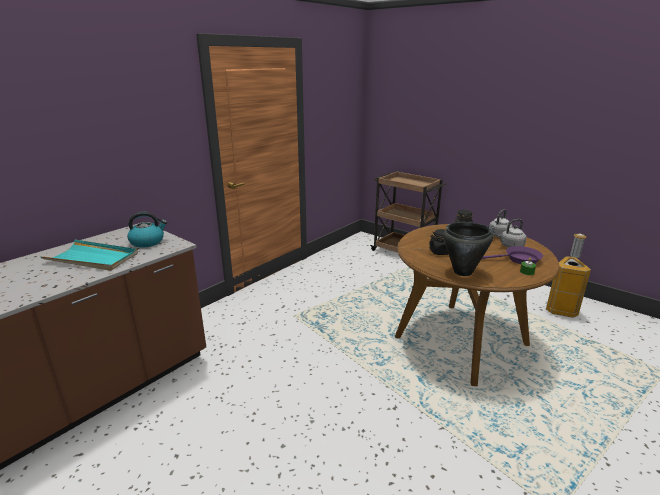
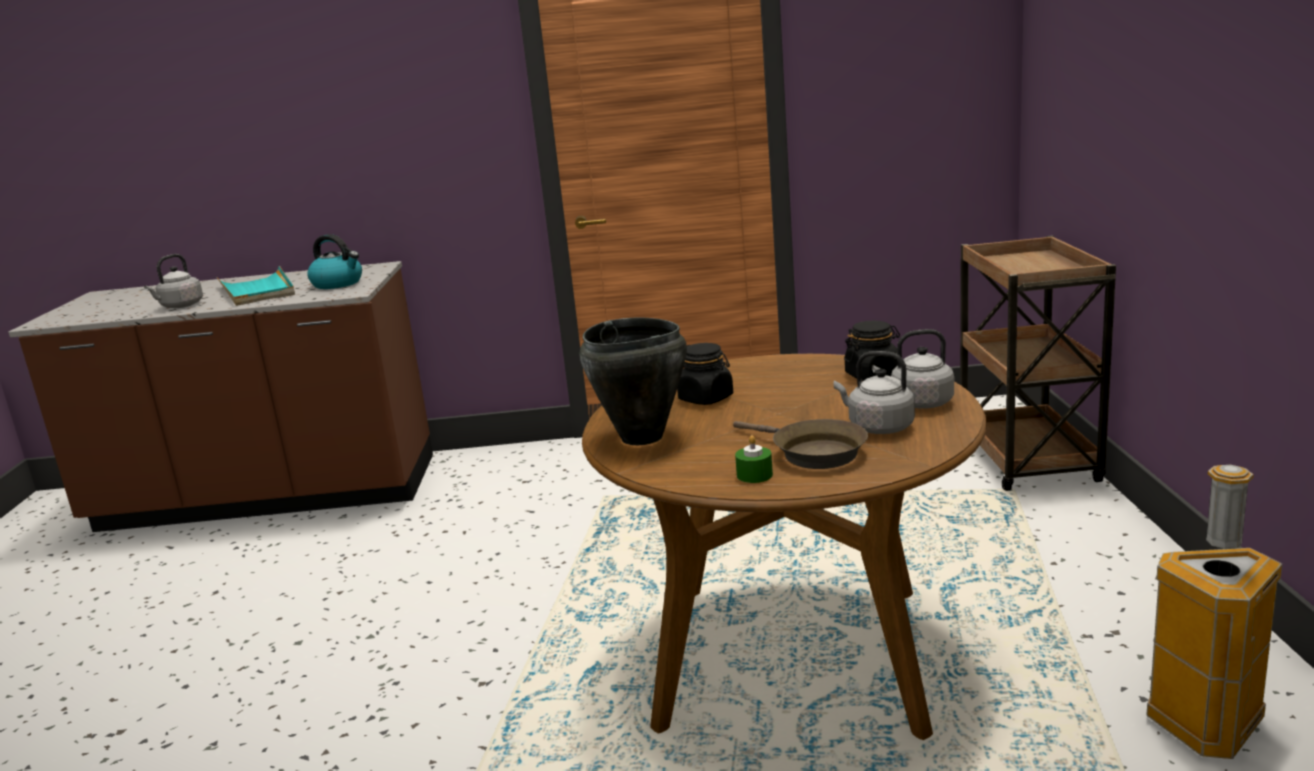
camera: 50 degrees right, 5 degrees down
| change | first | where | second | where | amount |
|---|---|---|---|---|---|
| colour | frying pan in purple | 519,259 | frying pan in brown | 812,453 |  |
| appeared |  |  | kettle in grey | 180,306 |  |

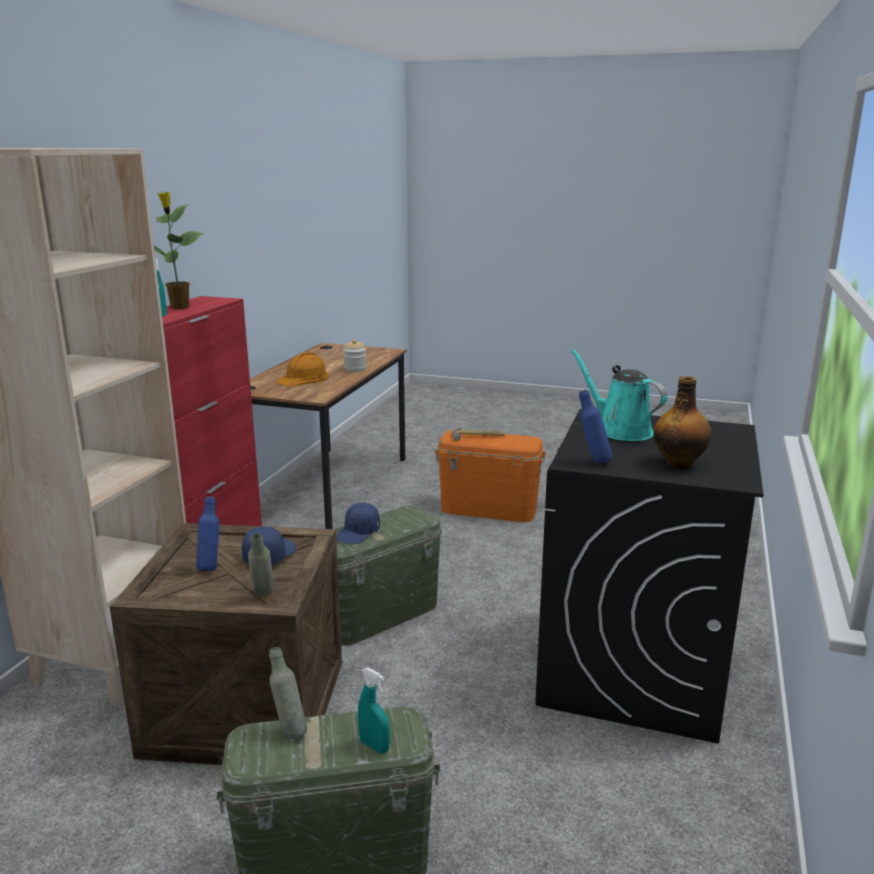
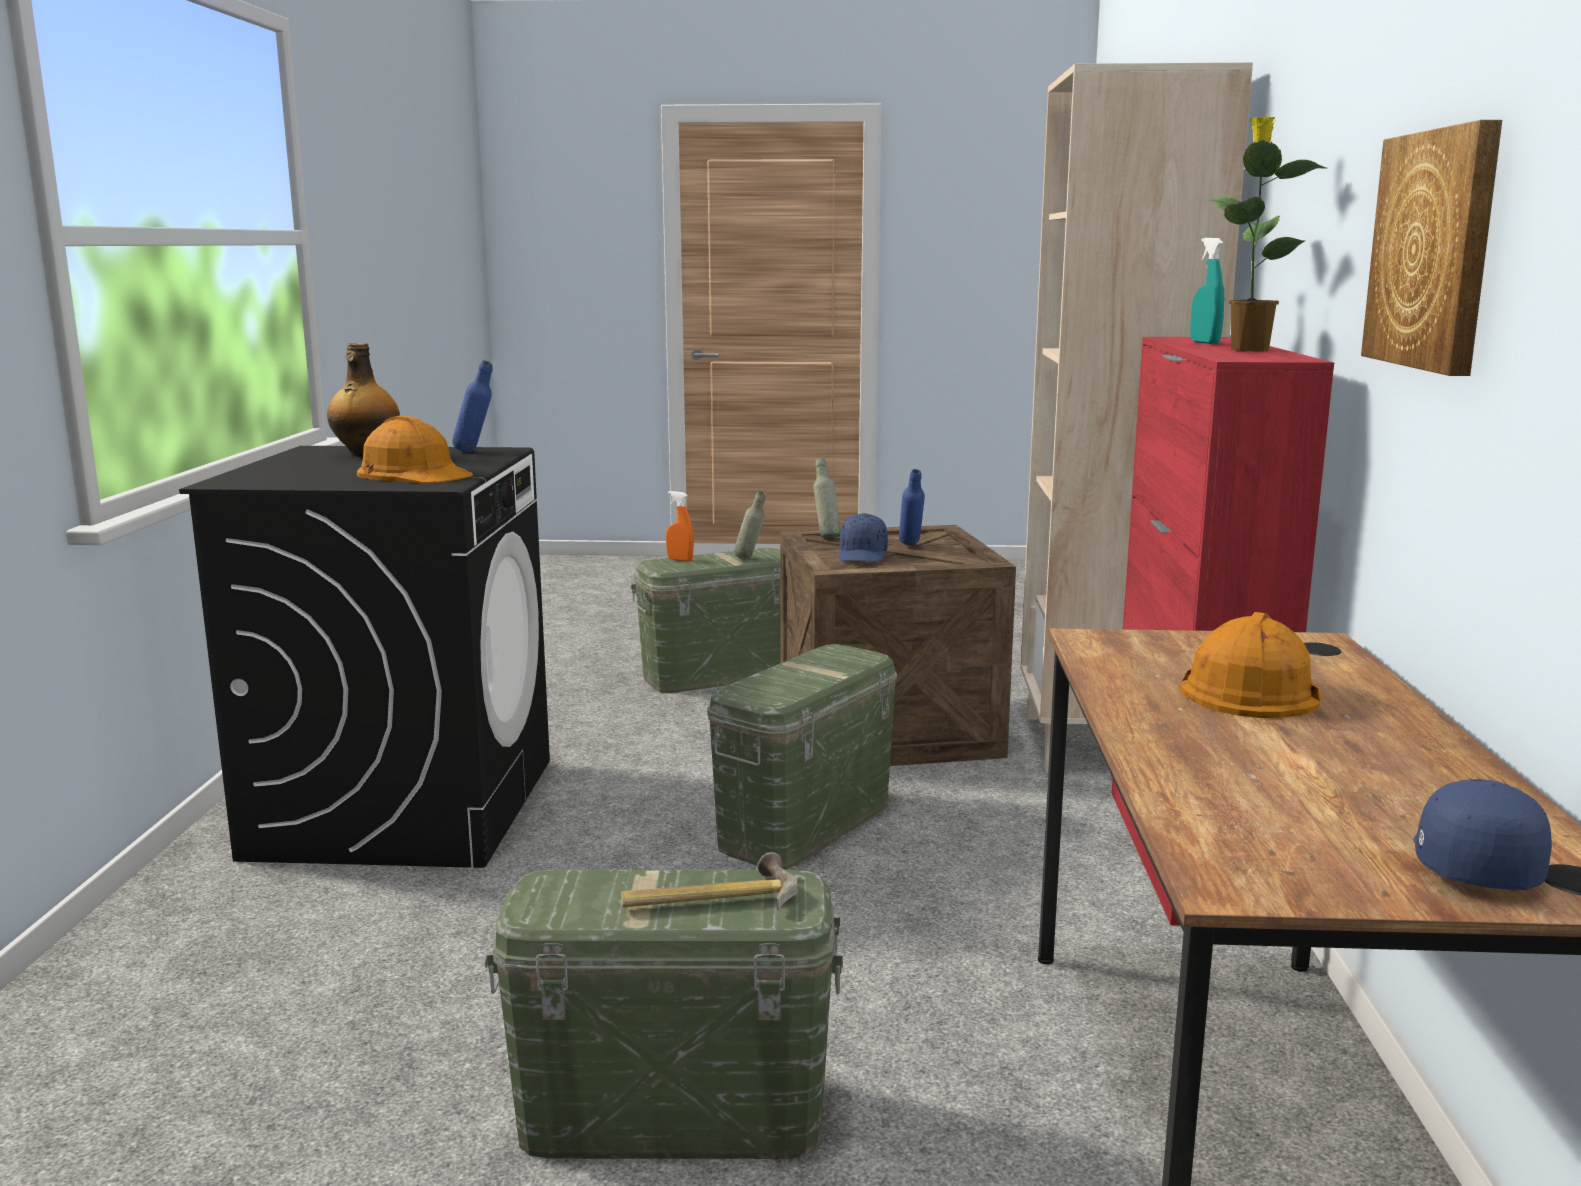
camera: 165 degrees right, 5 degrees down
| change | first | where | second | where | amount |
|---|---|---|---|---|---|
| relocated | cap in blue | 358,533 |  | 1471,863 |  |
| missing | jar | 355,369 |  |  |  |
| colour | spray bottle in turquoise | 374,746 | spray bottle in orange | 680,560 |  |
| colour | storage box in orange | 489,509 | storage box in green | 671,1115 |  |
| exchanged | watering can in turquoise | 620,430 | hard hat in orange | 414,473 |  |
| appeared |  |  | picture | 1435,250 |  |

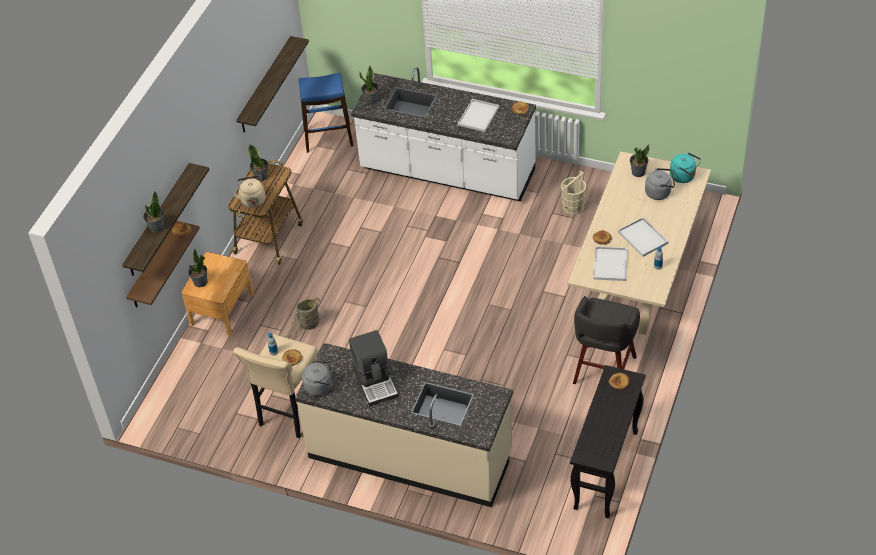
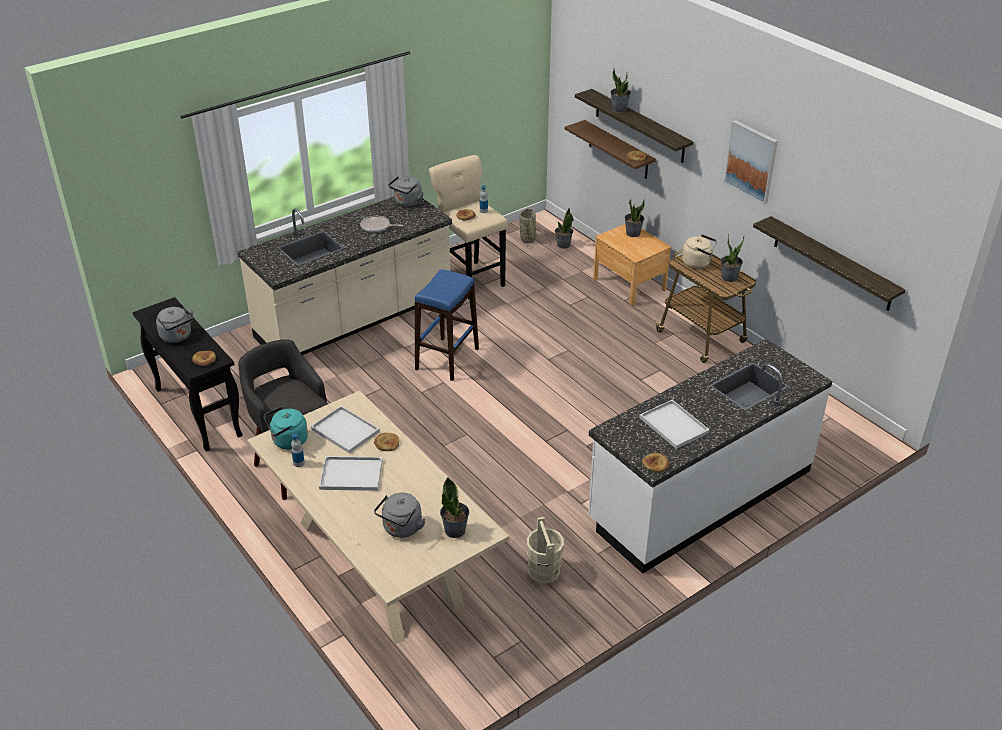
camera: 120 degrees right, 10 degrees down
| change | first | where | second | where | amount |
|---|---|---|---|---|---|
| relocated | basket | 308,325 |  | 527,238 |  |
| relocated | stool in blue | 328,138 |  | 447,359 |  |
| exchanged | coffee machine | 376,381 | frying pan | 377,227 |  |
| relocated | potted plant | 371,100 |  | 563,245 |  |
| relocated | kettle in turquoise | 684,176 |  | 288,442 |  |
| appeared |  |  | kettle in grey | 177,337 |  |
| appeared |  |  | picture | 751,161 |  |

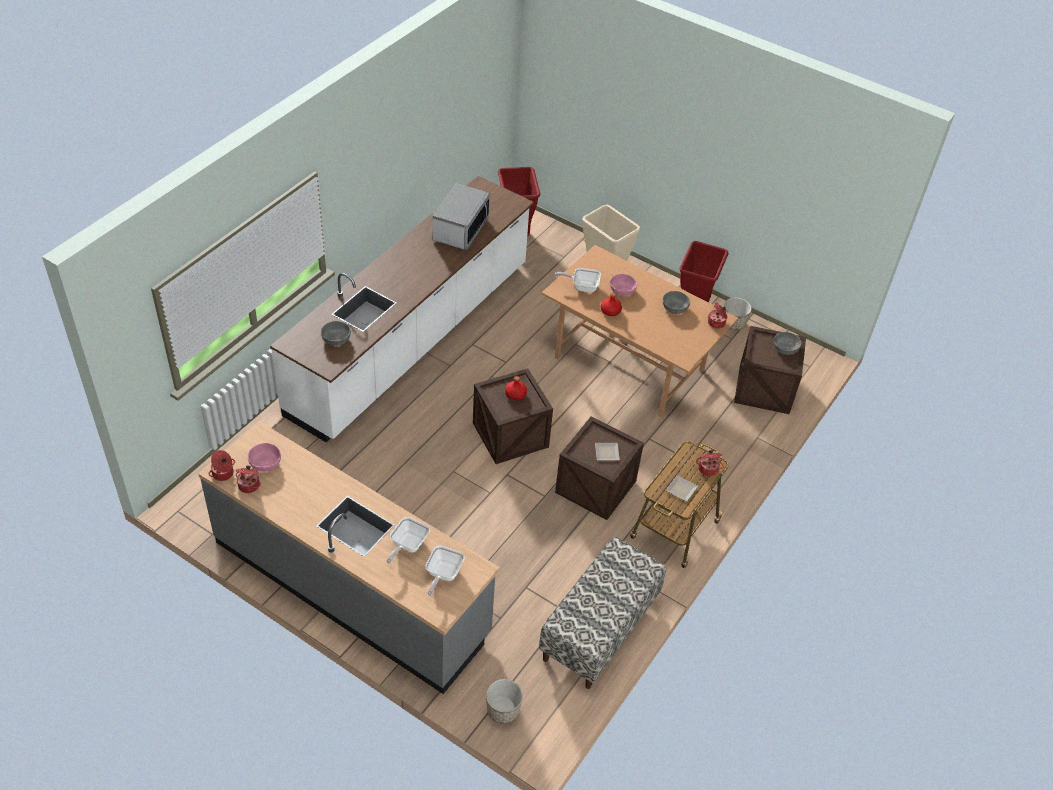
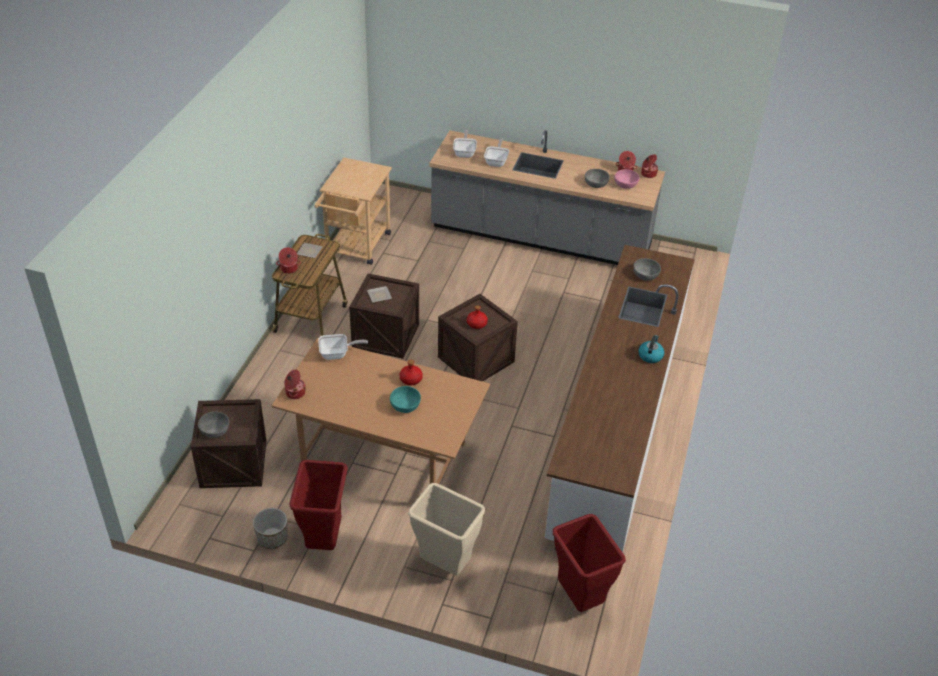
camera: 165 degrees right, 5 degrees down
| change | first | where | second | where | amount |
|---|---|---|---|---|---|
| missing | microwave | 460,230 |  |  |  |
| missing | planter | 503,710 |  |  |  |
| exchanged | bench | 599,630 | cart in beige | 356,248 |  |
| relocated | frying pan | 582,286 |  | 337,354 |  |
| colour | bowl in pink | 622,290 | bowl in turquoise | 405,405 |  |
| relocated | bowl in grey | 674,308 |  | 596,184 |  |
| appeared |  |  | kettle | 650,355 |  |

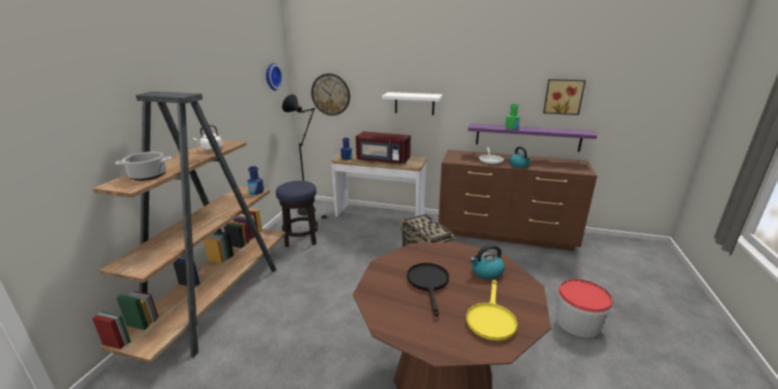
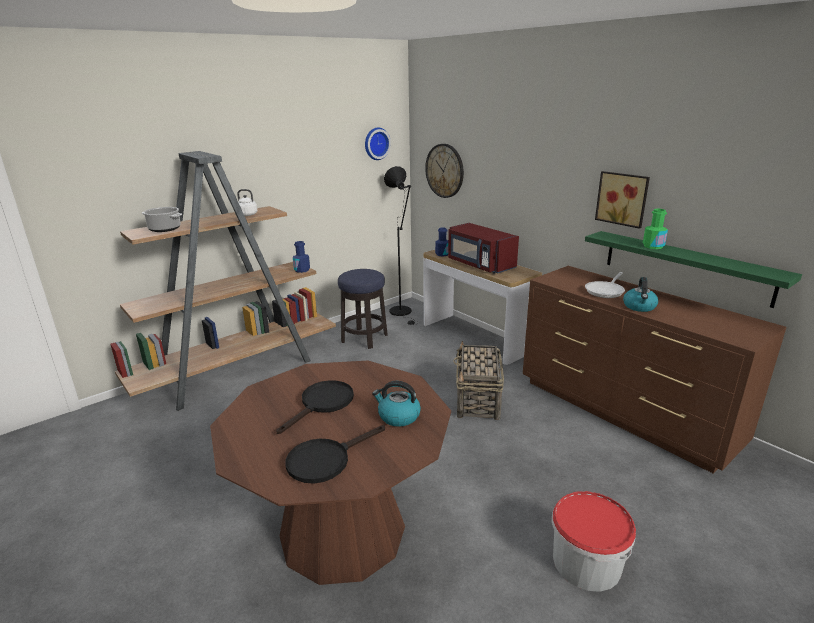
camera: 35 degrees right, 0 degrees up
| change | first | where | second | where | amount |
|---|---|---|---|---|---|
| missing | shelf in white | 414,103 |  |  |  |
| colour | frying pan in yellow | 490,318 | frying pan in black | 325,460 |  |
| colour | shelf in purple | 527,137 | shelf in green | 685,266 |  |
| relocated | picture | 563,96 |  | 622,198 |  |

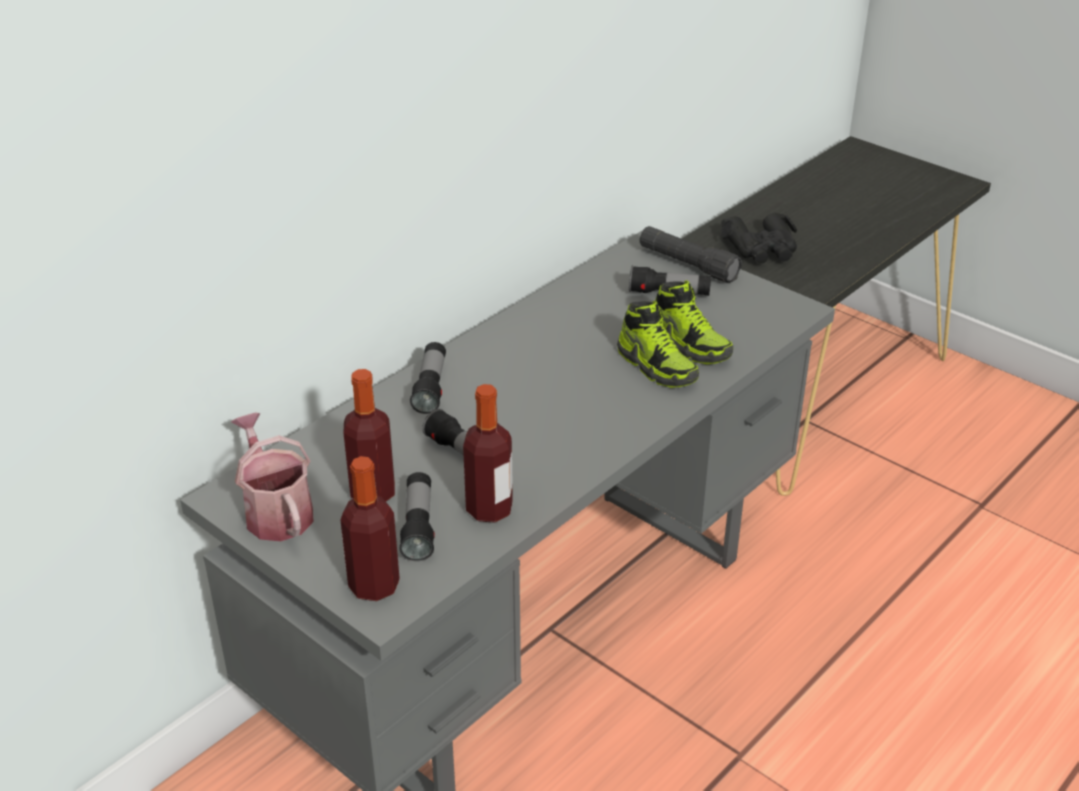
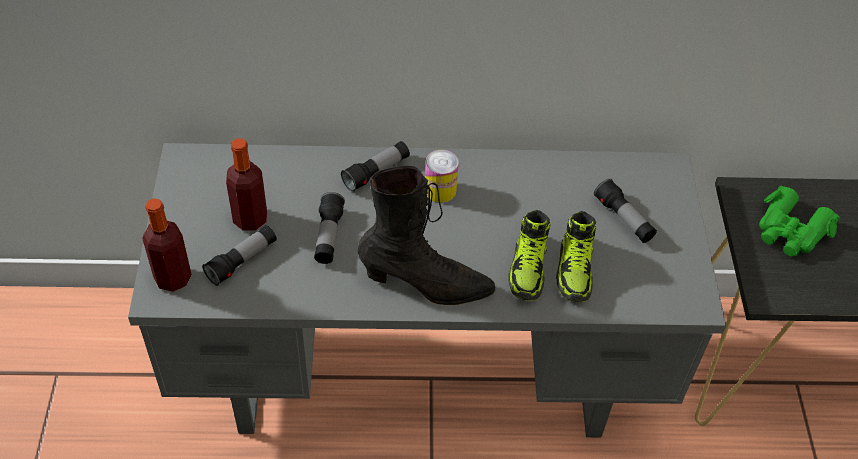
camera: 45 degrees right, 15 degrees up
| change | first | where | second | where | amount |
|---|---|---|---|---|---|
| missing | watering can | 276,511 |  |  |  |
| missing | bottle | 489,509 |  |  |  |
| missing | flashlight in black | 688,265 |  |  |  |
| colour | binoculars in black | 761,248 | binoculars in green | 790,231 |  |
| appeared |  |  | boot in black | 426,285 |  |
| appeared |  |  | can | 440,190 |  |

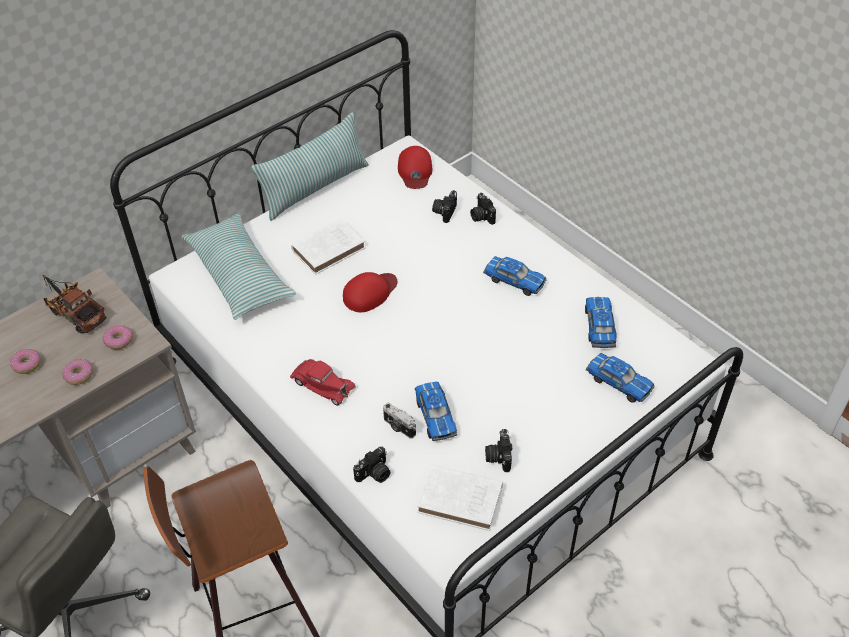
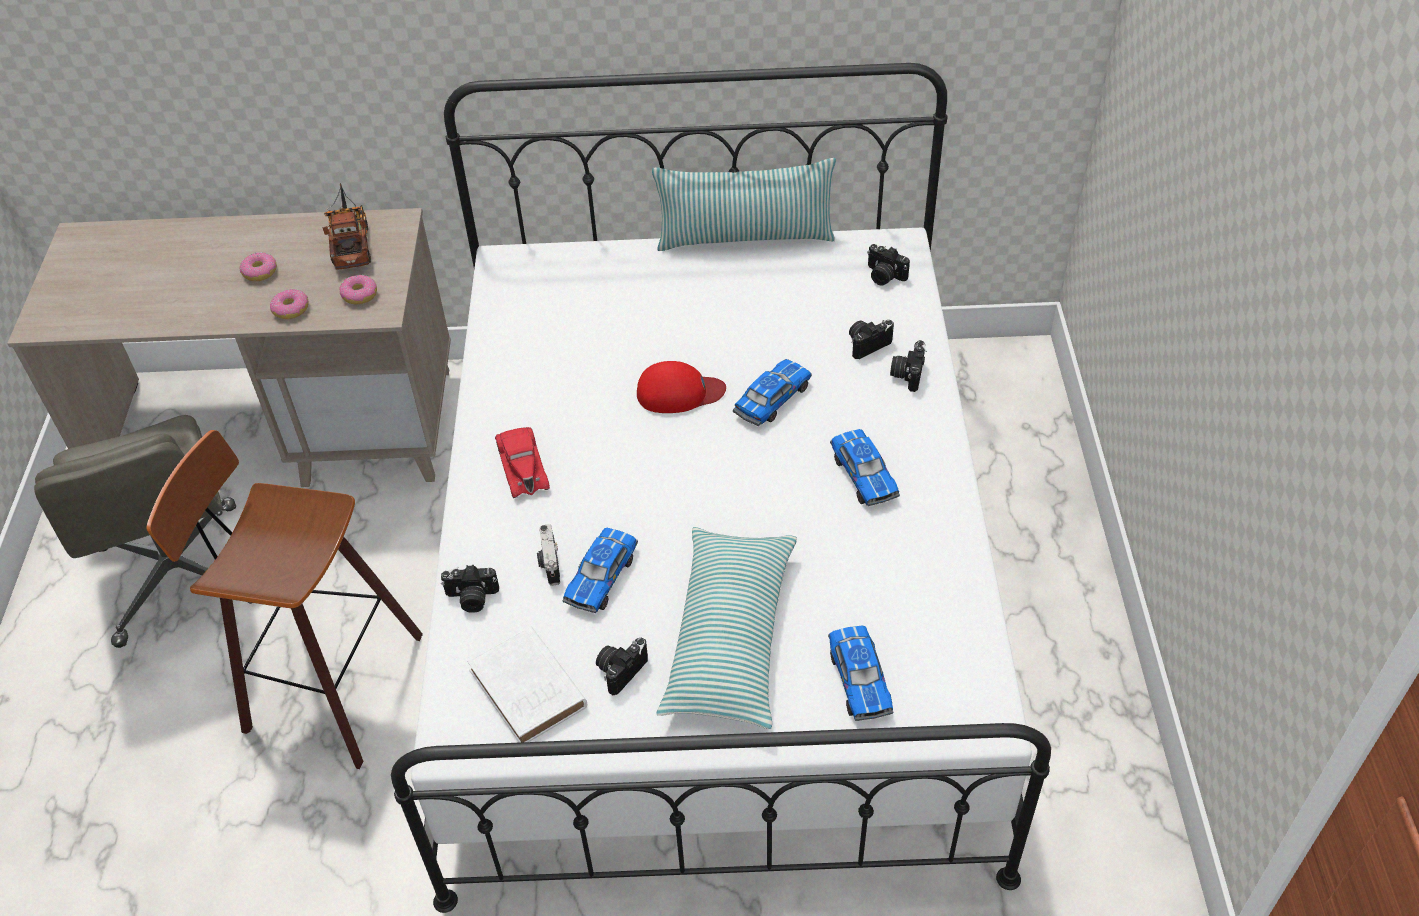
camera: 40 degrees right, 0 degrees up
| change | first | where | second | where | amount |
|---|---|---|---|---|---|
| relocated | pillow | 239,275 |  | 730,637 |  |
| missing | book in white | 330,249 |  |  |  |
| exchanged | cap in red | 415,171 | photo camera | 883,276 |  |
| relocated | toy car | 599,327 |  | 772,400 |  |

